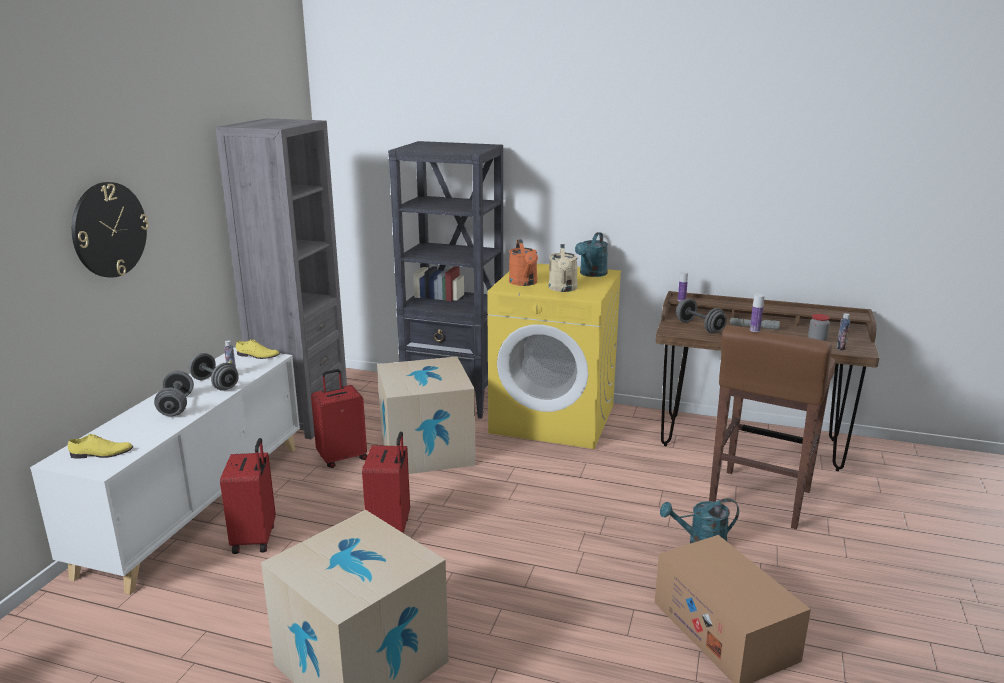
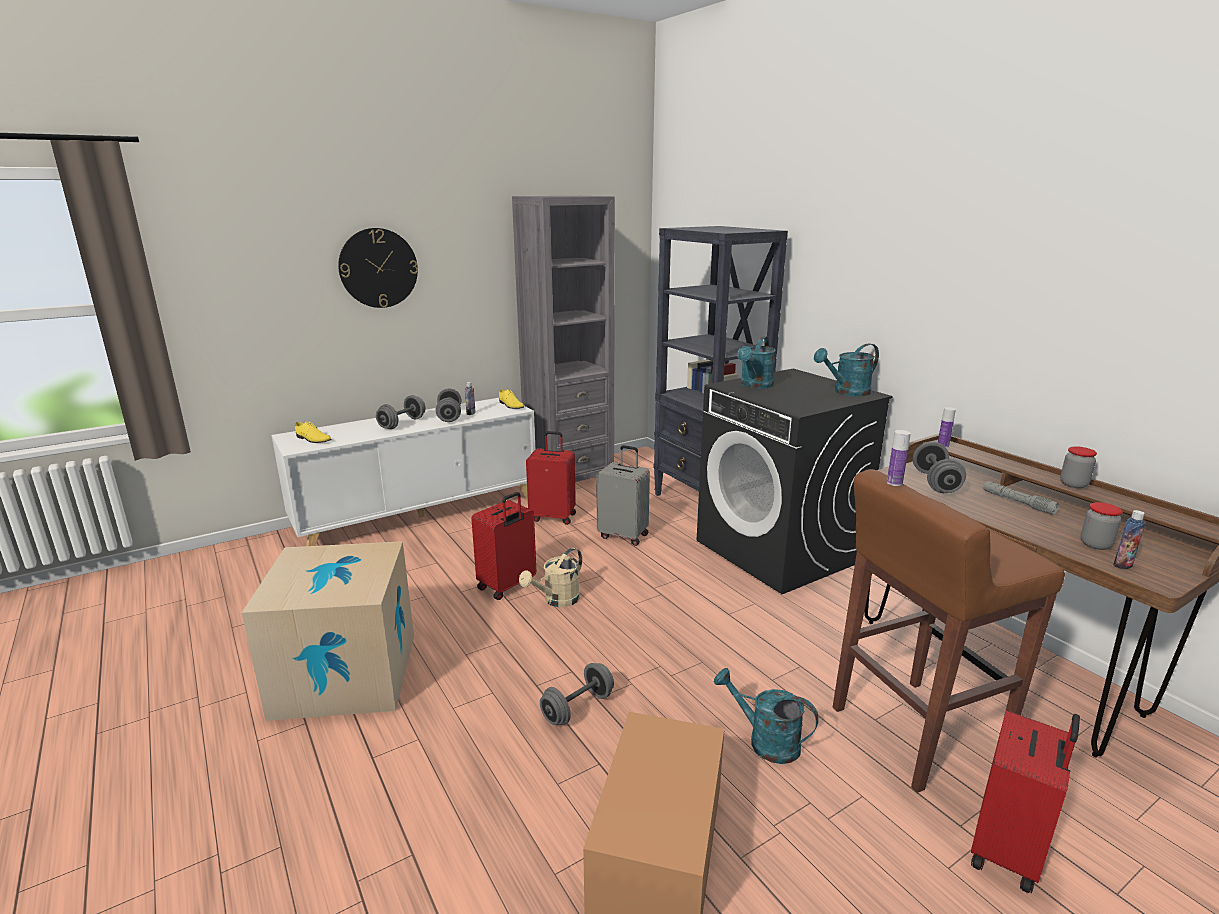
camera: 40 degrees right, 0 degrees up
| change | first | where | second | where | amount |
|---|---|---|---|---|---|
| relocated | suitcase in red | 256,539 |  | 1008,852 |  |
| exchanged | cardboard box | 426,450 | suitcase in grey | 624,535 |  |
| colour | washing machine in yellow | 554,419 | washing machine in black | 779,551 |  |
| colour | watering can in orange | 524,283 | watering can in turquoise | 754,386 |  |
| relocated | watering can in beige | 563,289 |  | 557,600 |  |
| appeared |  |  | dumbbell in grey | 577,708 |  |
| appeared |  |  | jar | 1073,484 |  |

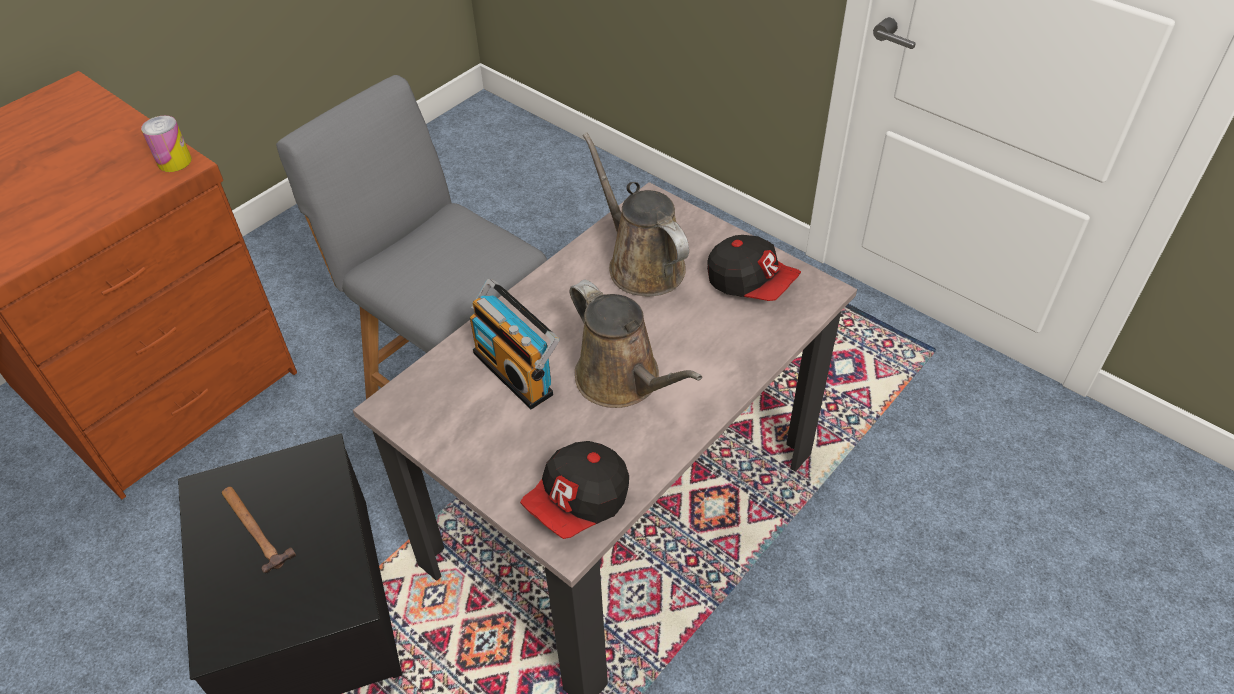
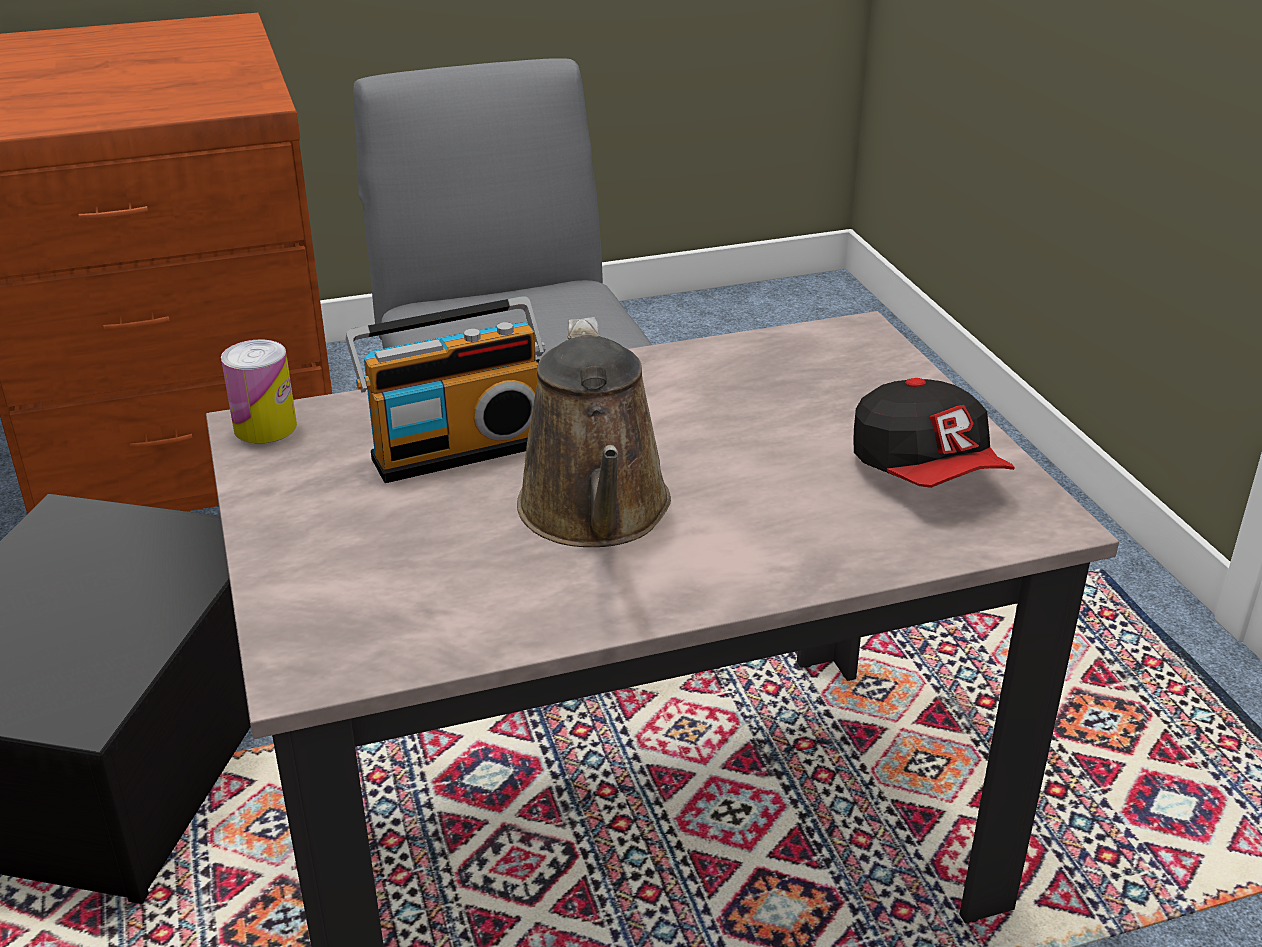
camera: 30 degrees right, 15 degrees down
| change | first | where | second | where | amount |
|---|---|---|---|---|---|
| relocated | can | 174,161 |  | 265,427 |  |
| missing | hammer | 255,528 |  |  |  |
| spun | radio | 517,371 |  | 456,448 | 105 degrees counterclockwise |
| missing | cap | 579,502 |  |  |  |
| missing | watering can in brown | 641,264 |  |  |  |

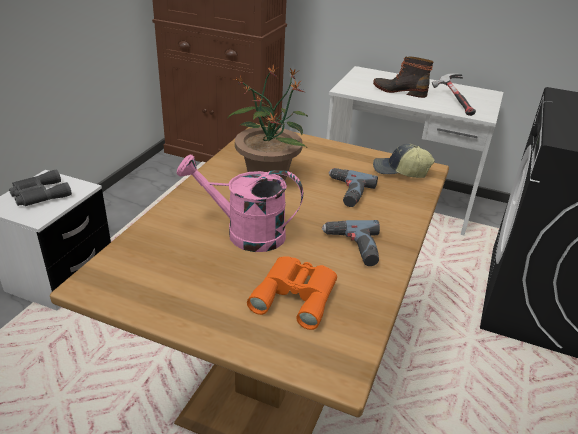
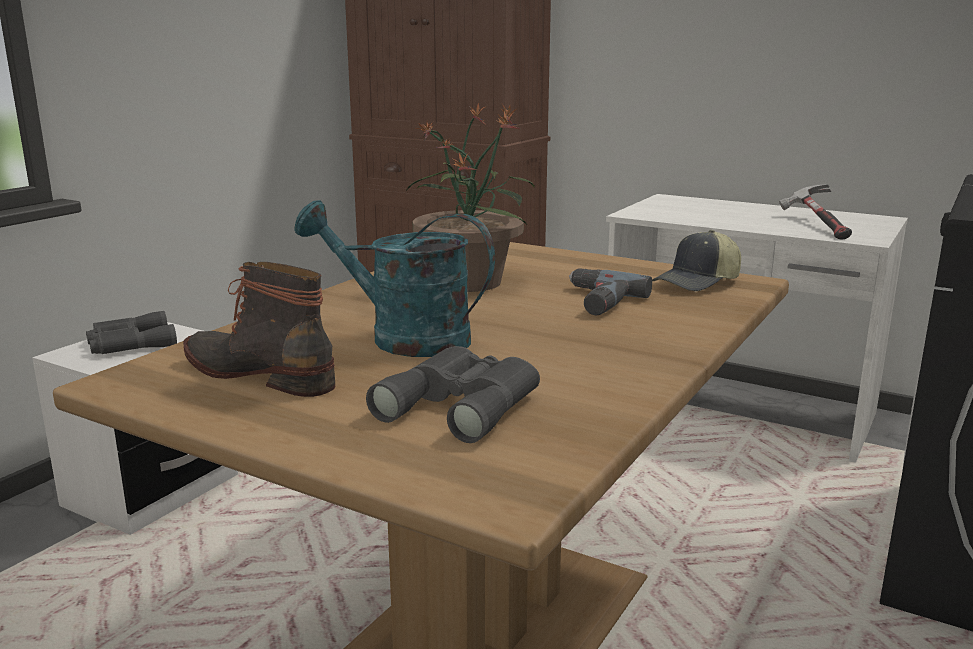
camera: 10 degrees right, 15 degrees down
| change | first | where | second | where | amount |
|---|---|---|---|---|---|
| colour | watering can in pink | 245,233 | watering can in turquoise | 403,338 |  |
| colour | binoculars in orange | 296,294 | binoculars in grey | 464,404 |  |
| missing | power drill | 353,247 |  |  |  |
| relocated | boot | 400,91 |  | 262,373 |  |
| spun | cap | 400,171 |  | 698,283 | 60 degrees counterclockwise |

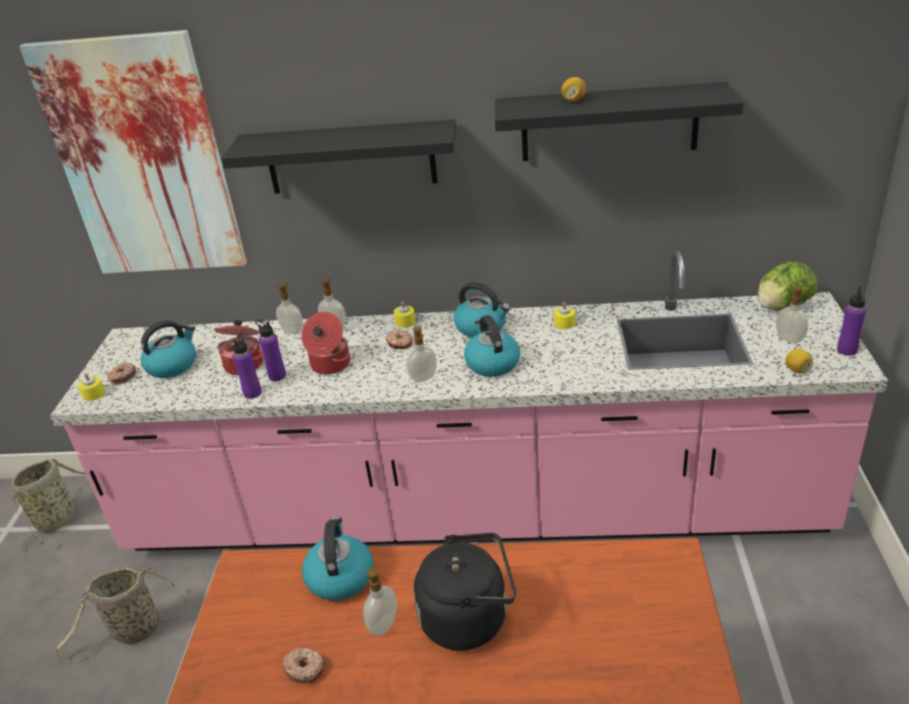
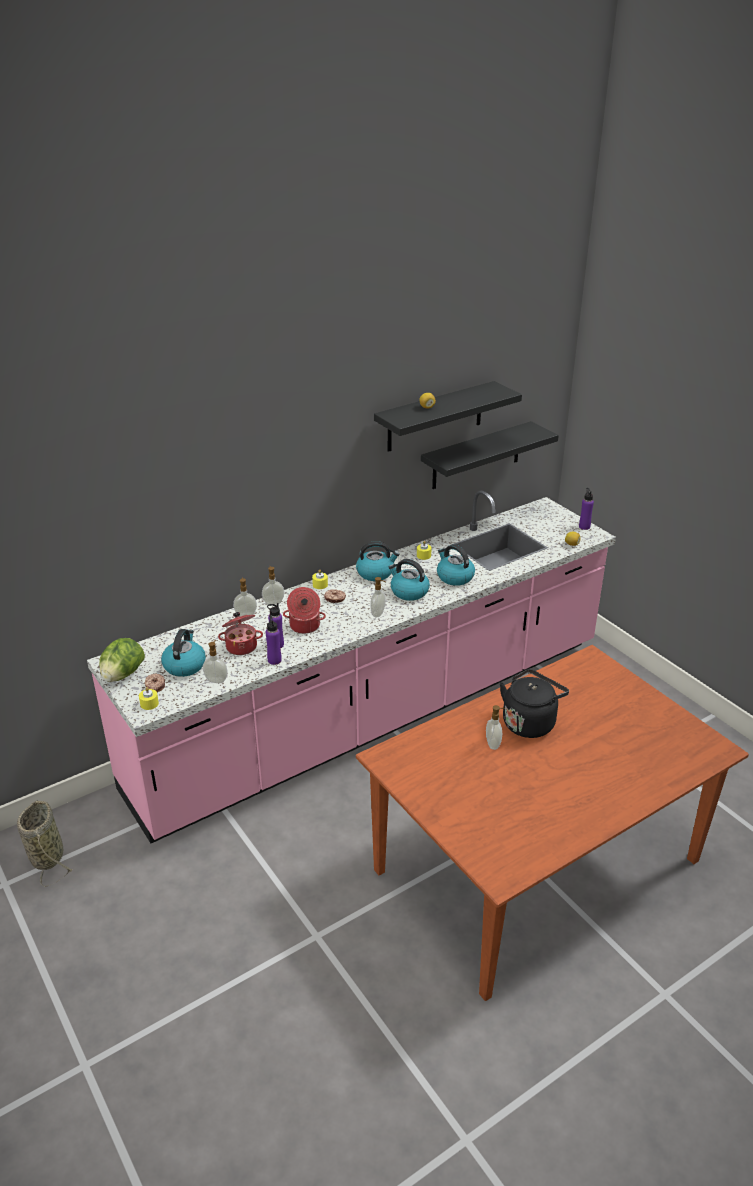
camera: 40 degrees left, 0 degrees up
| change | first | where | second | where | amount |
|---|---|---|---|---|---|
| missing | picture | 143,160 |  |  |  |
| missing | basket | 133,632 |  |  |  |
| relocated | shelf in black | 350,158 |  | 476,456 |  |
| missing | donut | 305,668 |  |  |  |
| relocated | kettle | 340,576 |  | 454,577 |  |
| relocated | lettuce | 782,307 |  | 123,675 |  |
| relocated | soap dispenser | 790,338 |  | 216,680 |  |

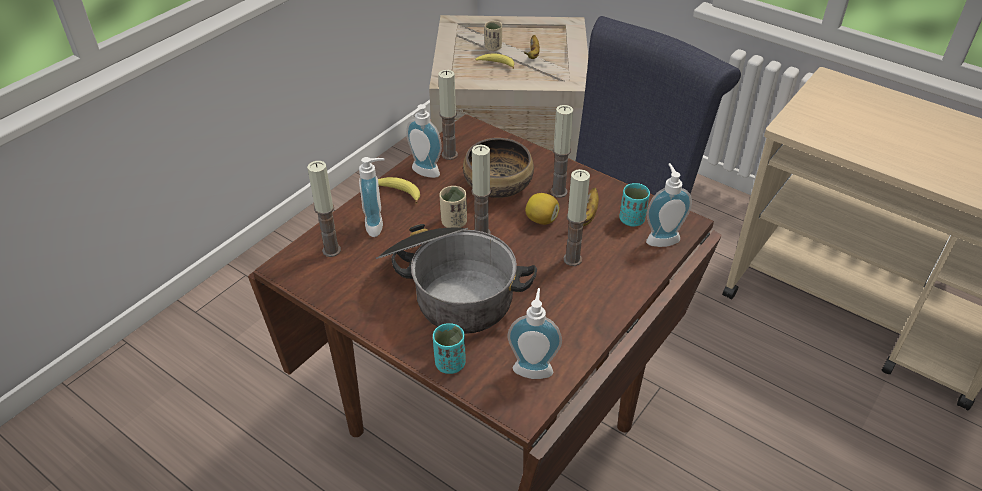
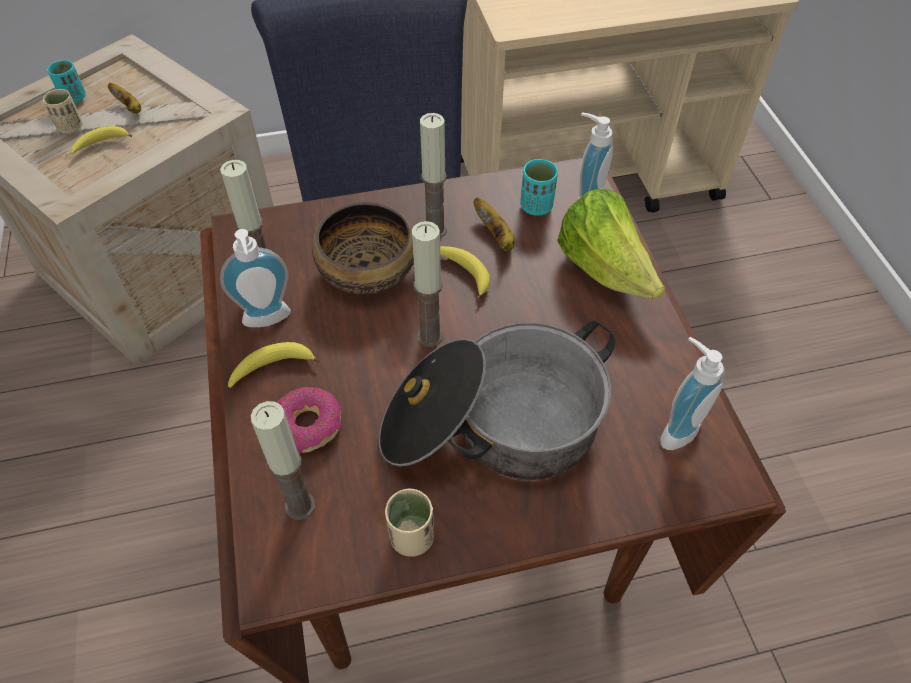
camera: 50 degrees left, 10 degrees up
| change | first | where | second | where | amount |
|---|---|---|---|---|---|
| exchanged | soap dispenser | 378,225 | donut | 309,426 |  |
| relocated | cup in turquoise | 450,364 |  | 74,98 |  |
| relocated | cup in beige | 454,222 |  | 412,537 |  |
| exchanged | lemon | 541,220 | banana | 462,272 |  |
| missing | candle | 572,259 |  |  |  |
| appeared |  |  | lettuce | 604,269 |  |

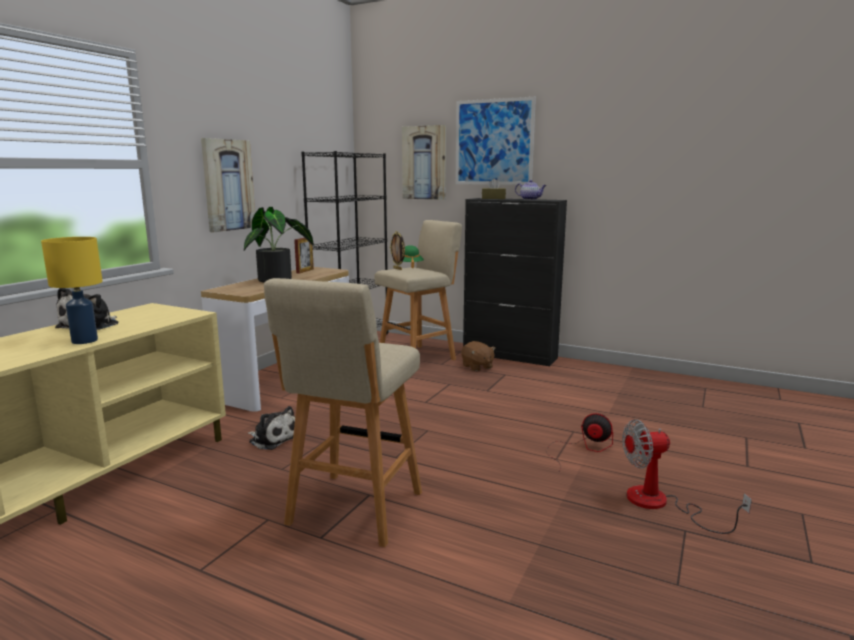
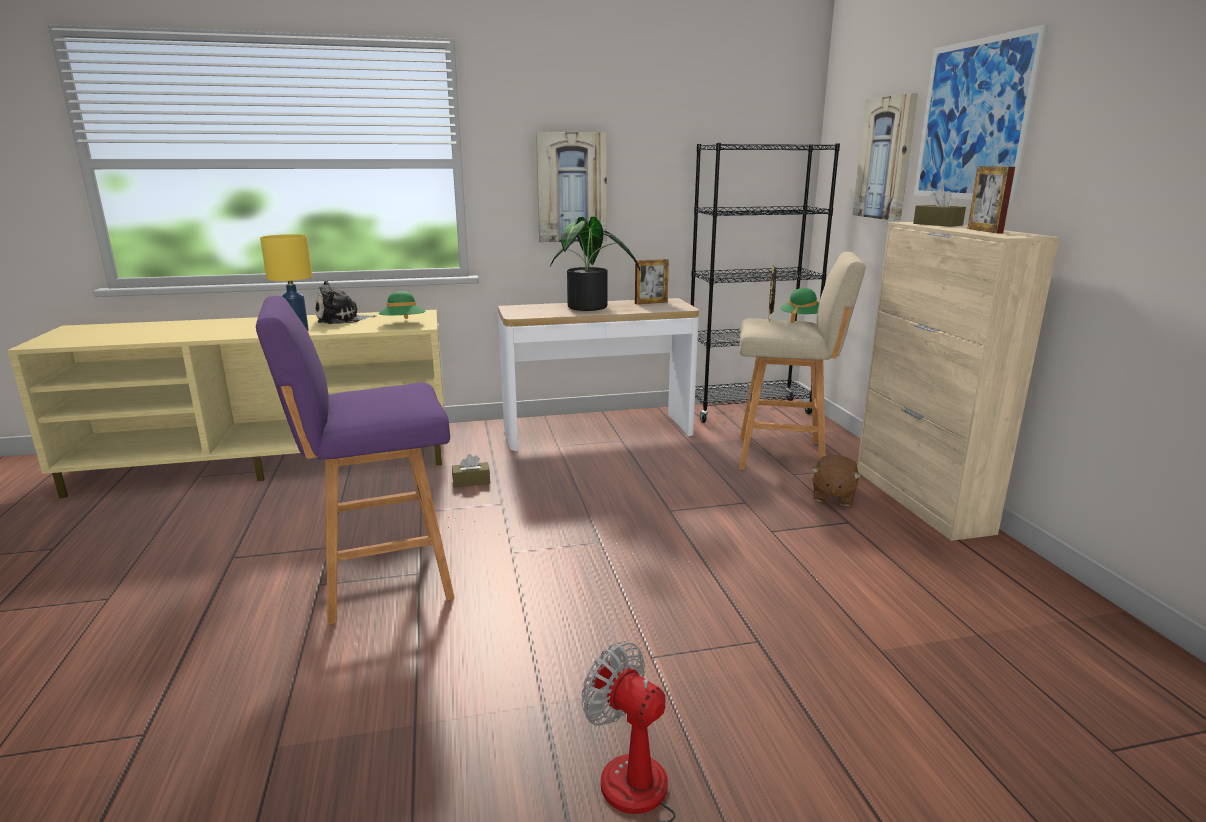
camera: 50 degrees right, 5 degrees up
| change | first | where | second | where | amount |
|---|---|---|---|---|---|
| exchanged | plush toy | 272,439 | tissue box in brown | 471,481 |  |
| colour | stool in beige | 353,510 | stool in purple | 380,578 |  |
| colour | cabinet in black | 510,355 | cabinet in beige | 920,500 |  |
| exchanged | teapot | 530,199 | picture frame | 984,231 |  |
| missing | fan | 582,449 |  |  |  |
| appeared |  |  | hat in green | 403,324 |  |

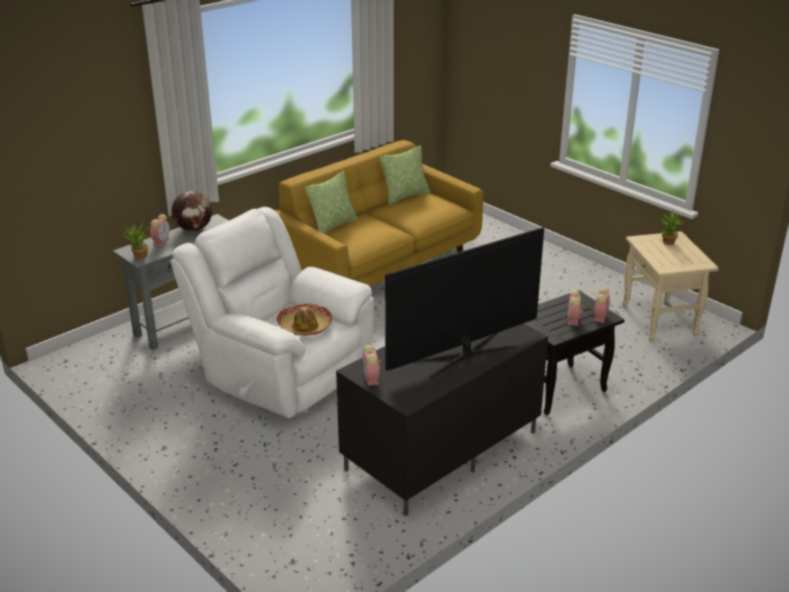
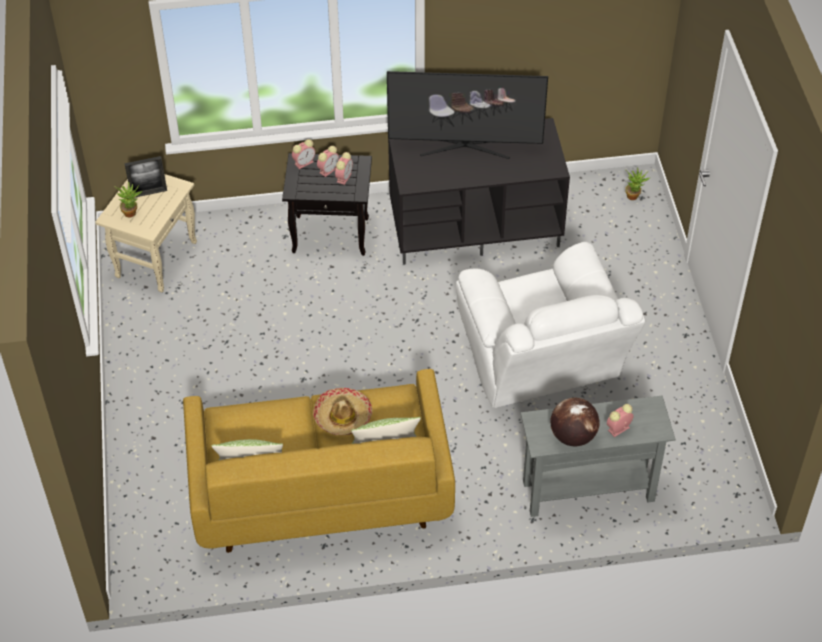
camera: 145 degrees left, 20 degrees up
| change | first | where | second | where | amount |
|---|---|---|---|---|---|
| relocated | potted plant | 139,257 |  | 634,195 |  |
| relocated | hat | 305,326 |  | 343,416 |  |
| relocated | alarm clock | 371,379 |  | 344,177 |  |
| appeared |  |  | picture frame | 149,193 |  |

